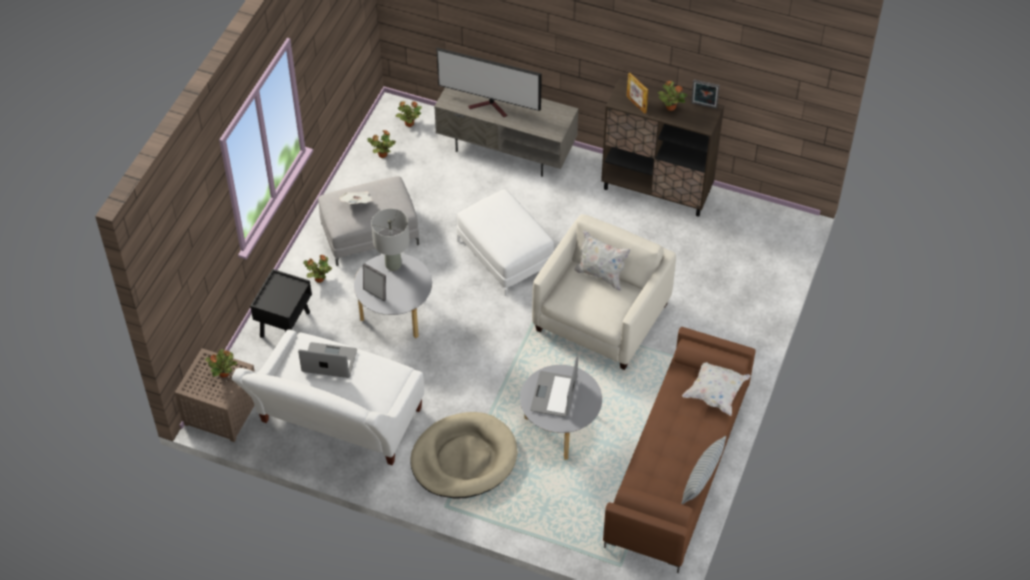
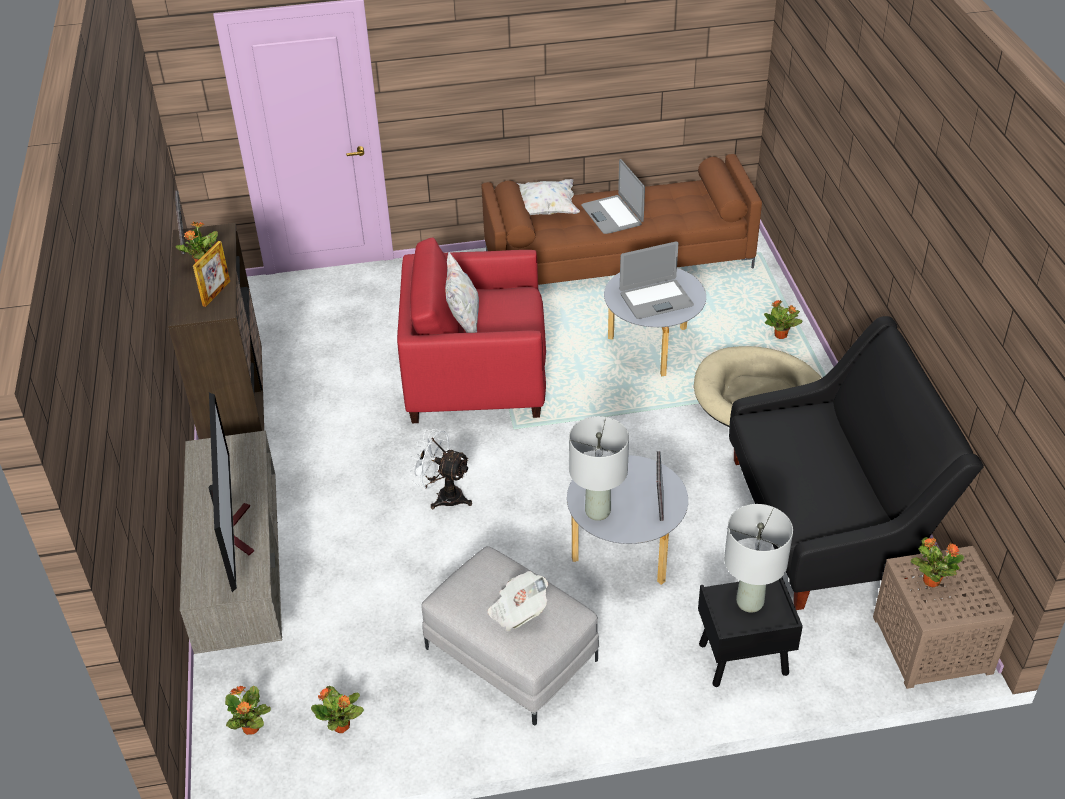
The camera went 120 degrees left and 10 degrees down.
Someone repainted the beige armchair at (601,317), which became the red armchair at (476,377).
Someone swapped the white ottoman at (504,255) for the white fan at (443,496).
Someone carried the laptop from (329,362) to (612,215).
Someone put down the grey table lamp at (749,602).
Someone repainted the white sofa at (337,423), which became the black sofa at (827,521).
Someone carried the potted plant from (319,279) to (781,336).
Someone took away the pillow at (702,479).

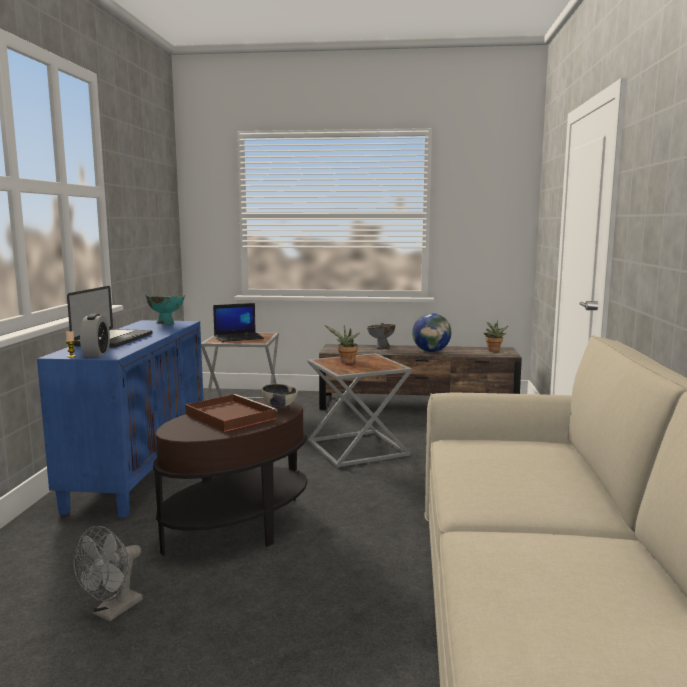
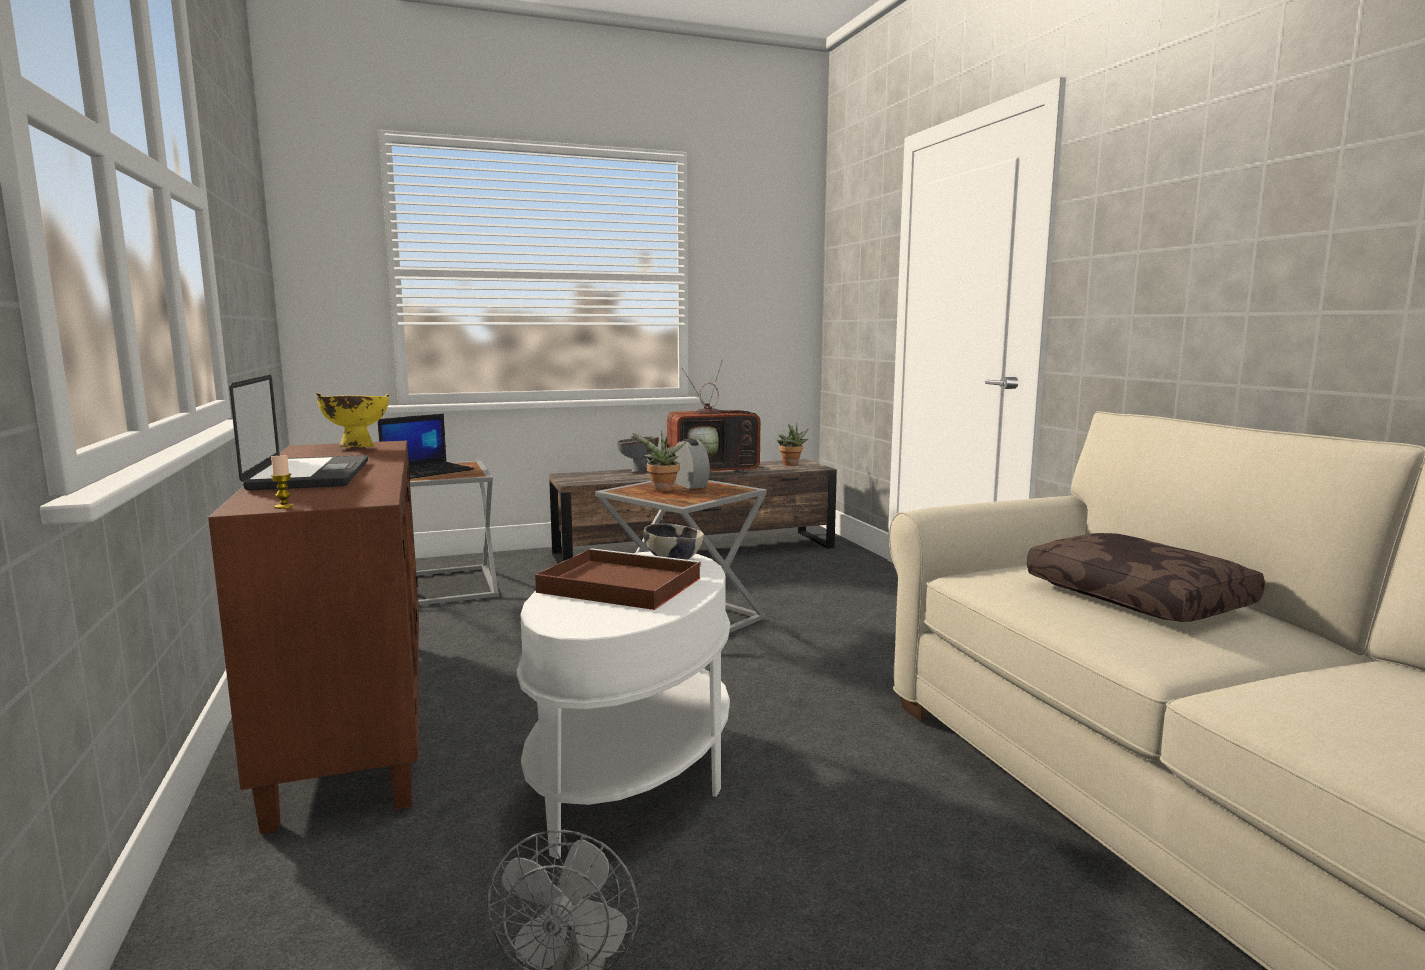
The camera went 25 degrees left and 0 degrees up.
Someone repainted the blue cabinet at (139,471), which became the brown cabinet at (352,718).
Someone repainted the turquoise bowl at (165,324), which became the yellow bowl at (356,448).
Someone repainted the brown side table at (237,527), which became the white side table at (633,777).
Someone swapped the globe at (431,351) for the television at (714,471).
Someone carried the alarm clock from (96,354) to (690,485).
Someone put down the brown pillow at (1139,597).

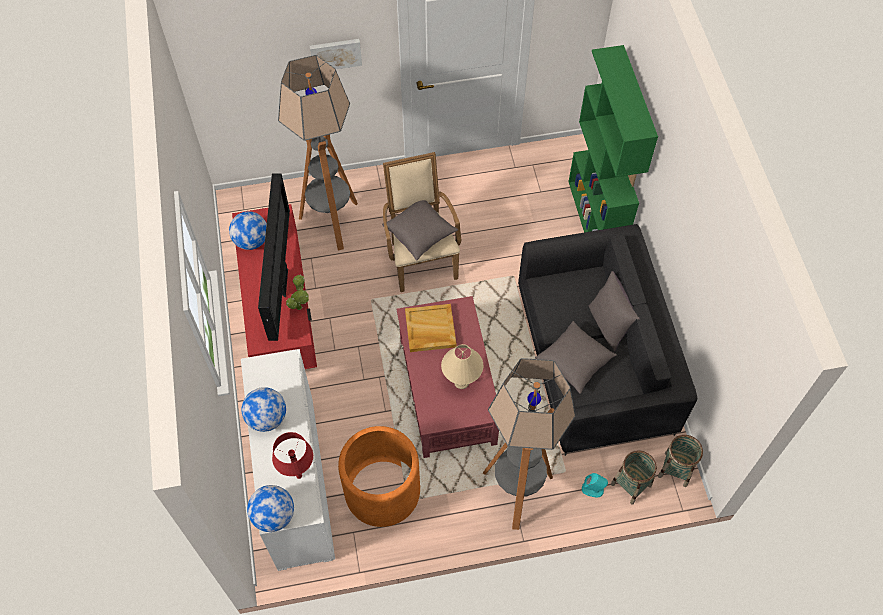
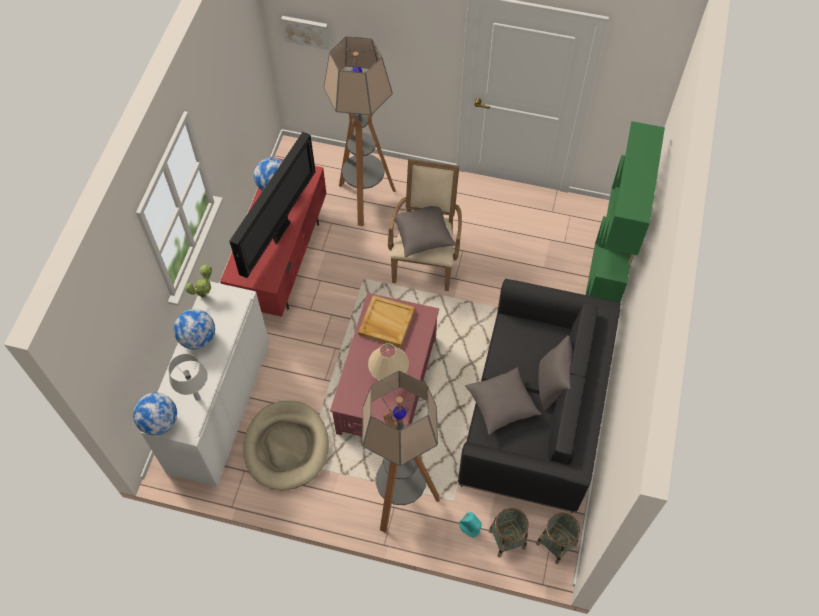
The camera went 25 degrees right and 0 degrees up.
Someone repainted the red table lamp at (299,475), which became the grey table lamp at (198,397).
Someone carried the potted plant from (299,306) to (204,294).
Someone swapped the orange planter at (382,491) for the beige dog bed at (286,446).
Someone carried the picture from (335,53) to (306,31).

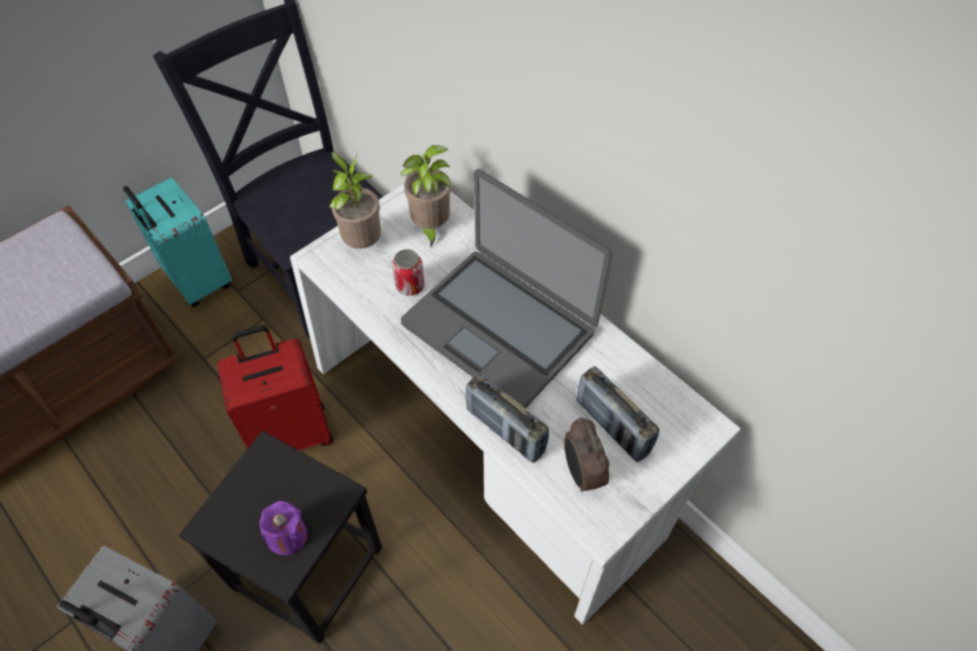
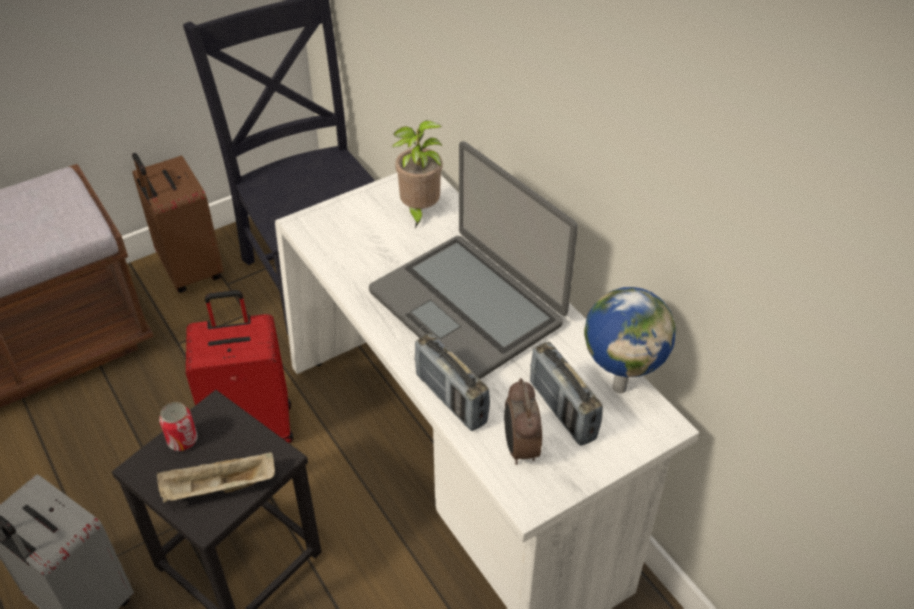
The camera went 10 degrees right and 10 degrees down.
Someone repainted the turquoise suitcase at (197,281), which became the brown suitcase at (188,270).
Someone swapped the purple candle at (288,536) for the beige tray at (218,489).
Someone carried the can from (410,286) to (182,440).
Someone put down the globe at (619,386).
Someone took away the potted plant at (362,242).

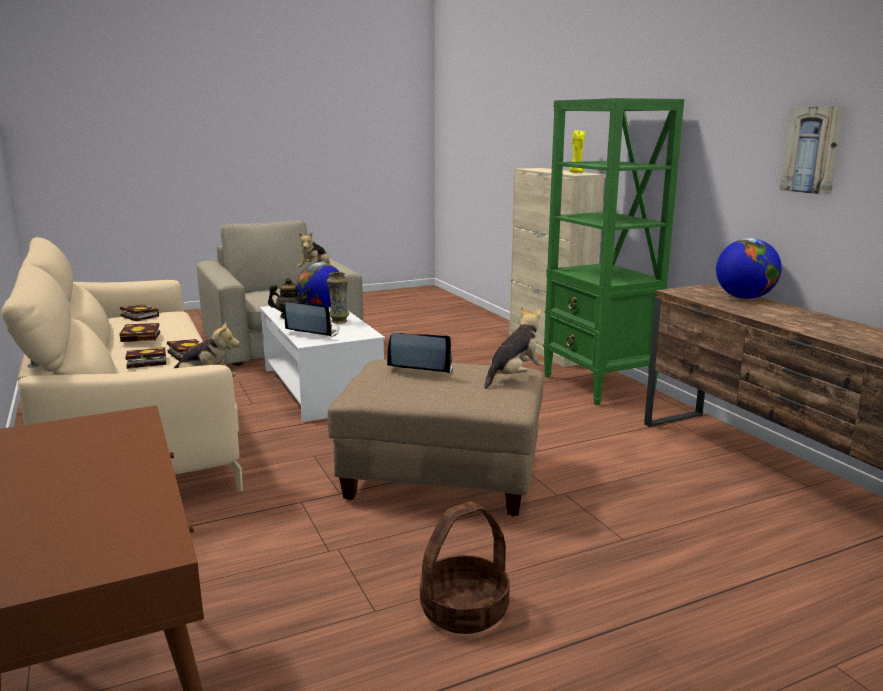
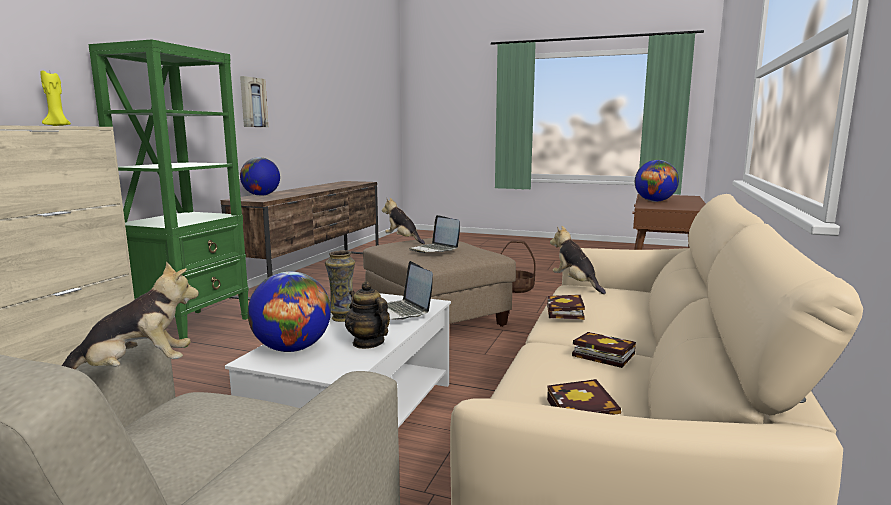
The camera went 135 degrees left and 5 degrees down.
Someone rotated the plush toy at (514,377) by 45 degrees clockwise.
Someone put down the globe at (654,201).
Someone took away the book at (144,362).

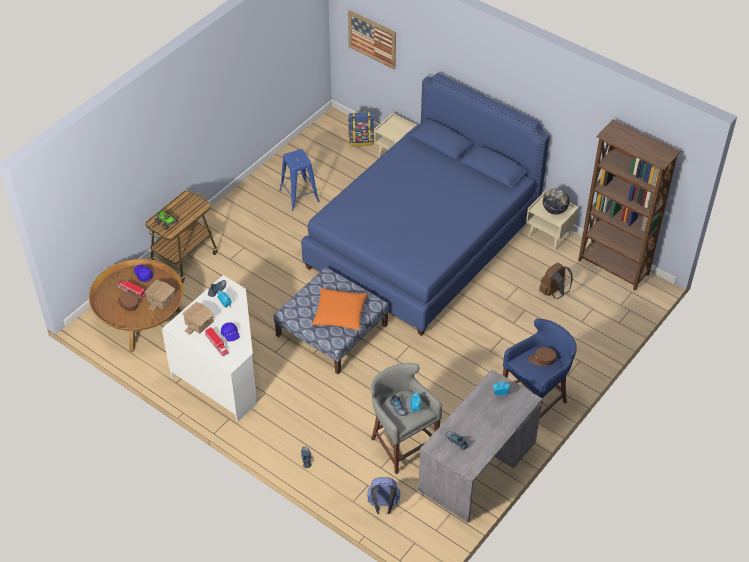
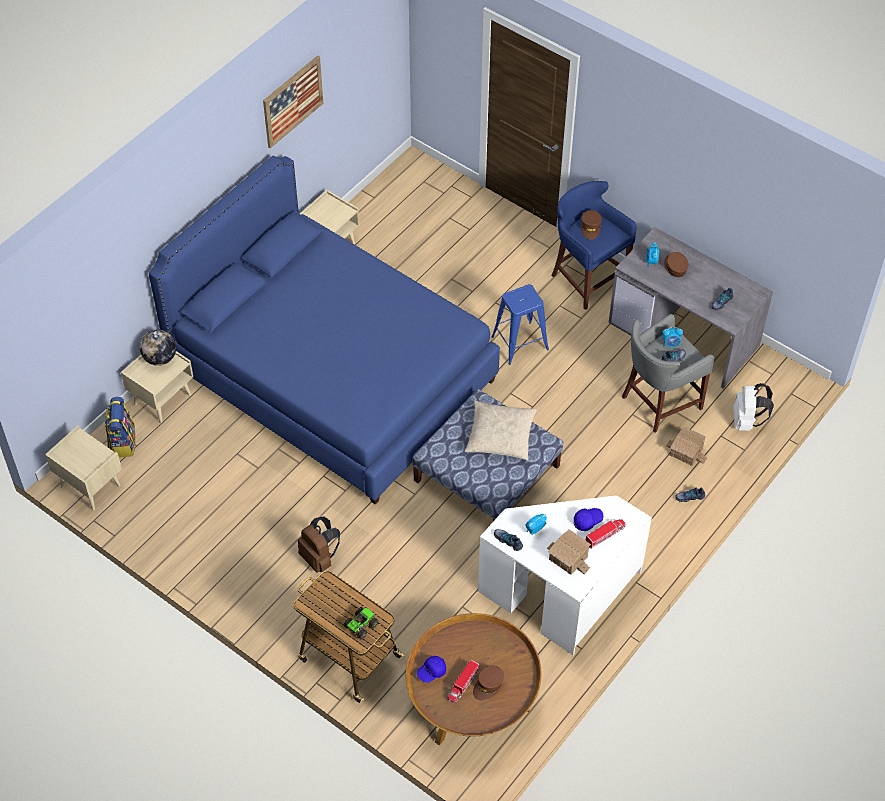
The camera went 90 degrees left and 5 degrees up.
Someone put down the beige nightstand at (90,486).
Someone carried the globe from (554,210) to (160,358).
Someone carried the picture from (372,39) to (292,101).
Someone carried the brown backpack from (554,292) to (319,558).
Someone repainted the orange pillow at (340,313), which became the beige pillow at (500,436).
Someone carried the blue stool from (299,196) to (520,343).
Someone put down the brown cap at (675,267).
Someone carried the toy house from (160,299) to (686,452).
Someone repainted the blue backpack at (383,506), which became the white backpack at (747,421).
Someone took away the brown bookcase at (613,268).

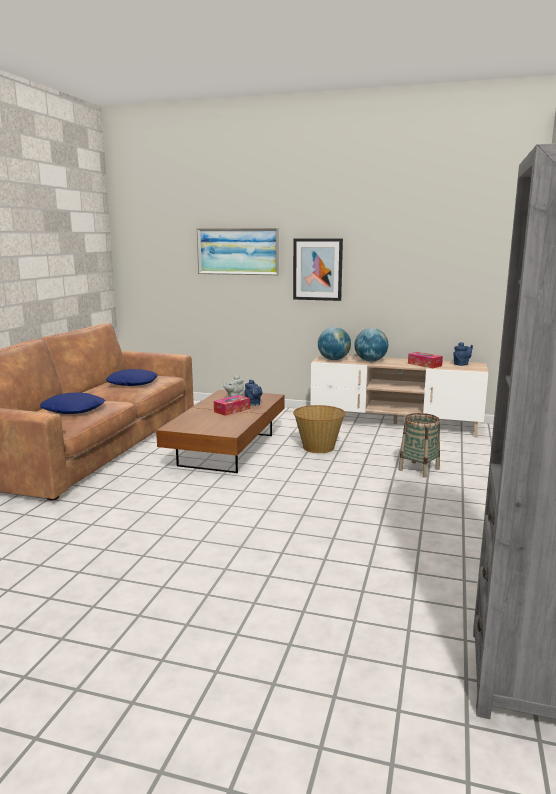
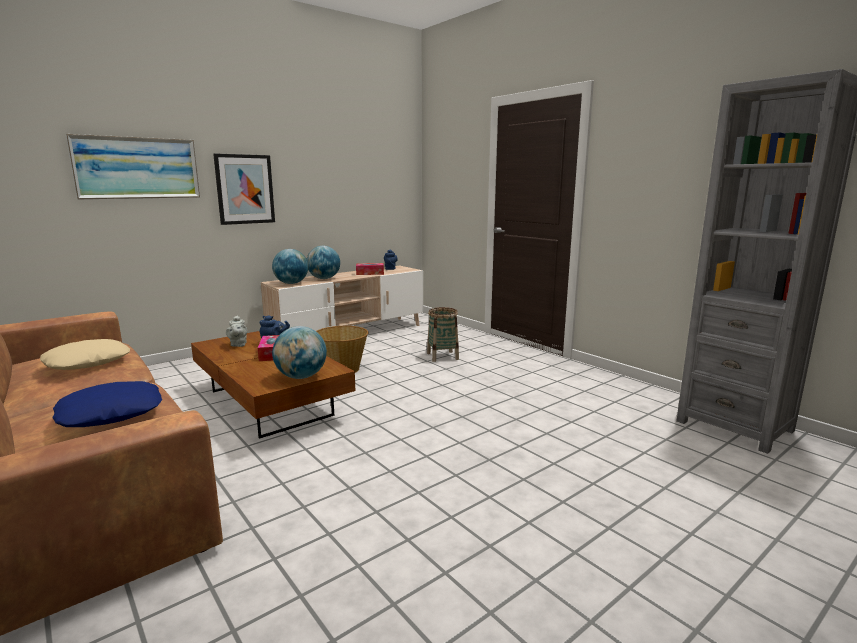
The camera went 55 degrees left and 0 degrees up.
Someone repainted the blue pillow at (132,383), which became the beige pillow at (87,362).
Someone put down the globe at (301,377).

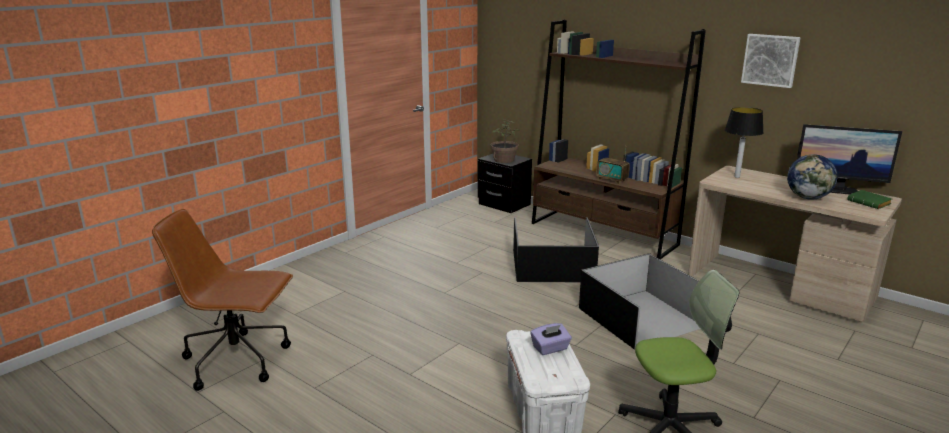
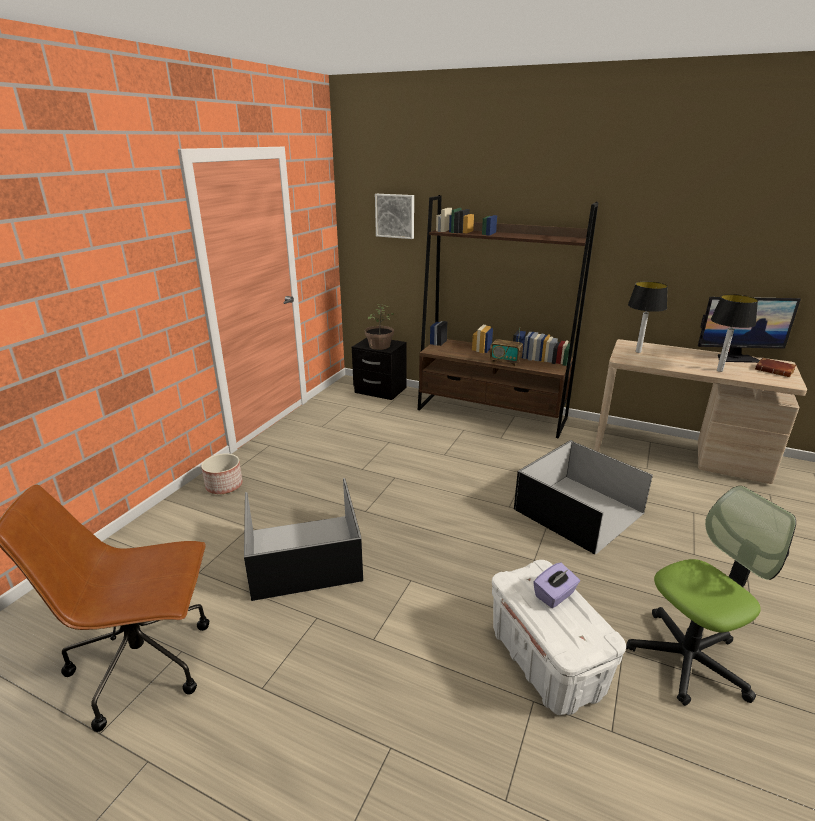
The camera went 15 degrees left and 5 degrees up.
Someone put down the planter at (224,486).
Someone carried the black storage box from (554,265) to (305,554).
Someone carried the picture from (770,60) to (395,216).
Someone swapped the globe at (808,198) for the table lamp at (720,370).
Someone repainted the green book at (870,203), which became the brown book at (775,370).

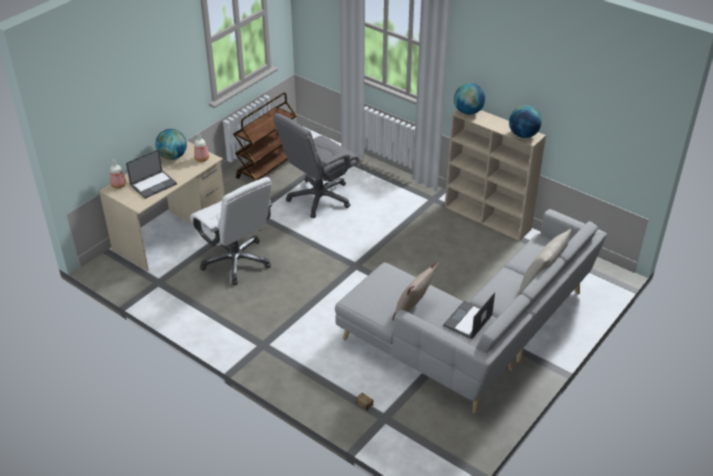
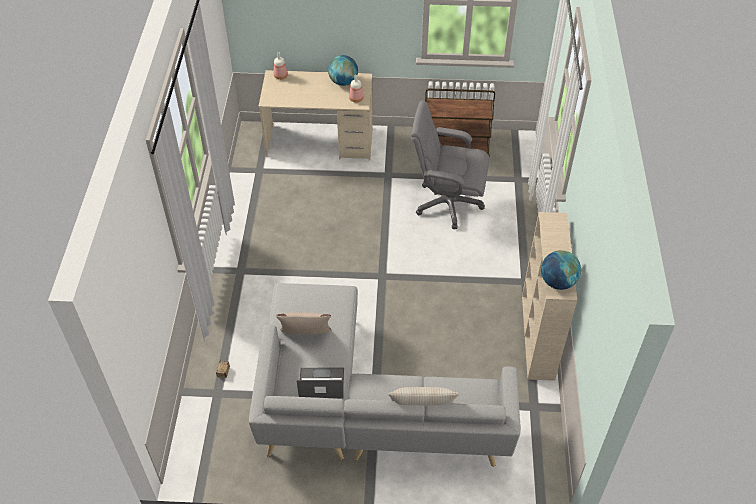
The camera went 55 degrees right and 10 degrees up.
Someone took away the laptop at (154,184).
Someone took away the white office chair at (236,261).
Someone took away the globe at (468,112).

